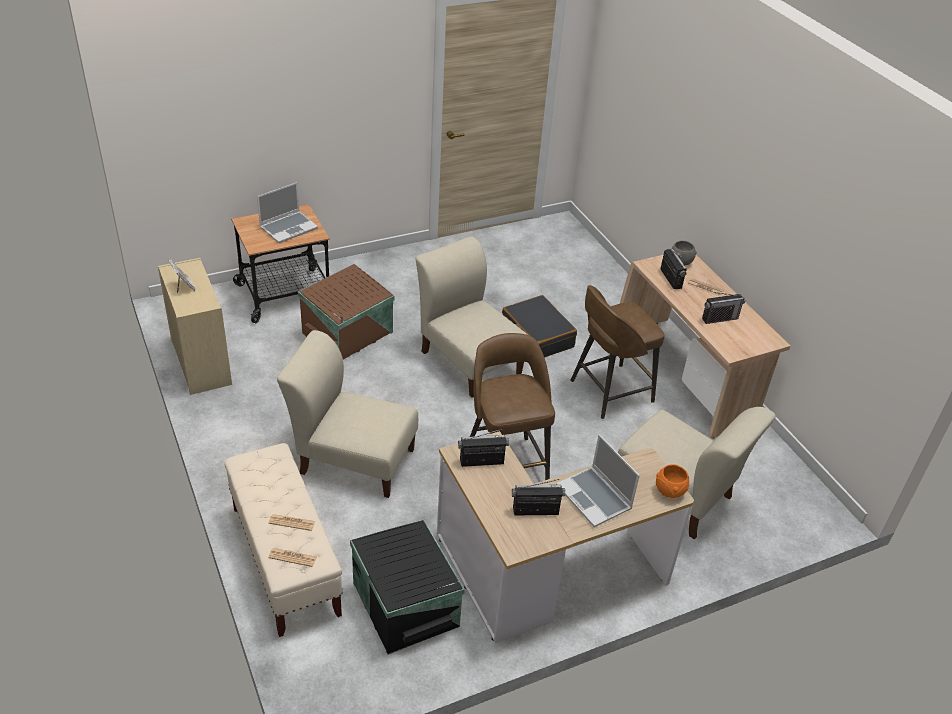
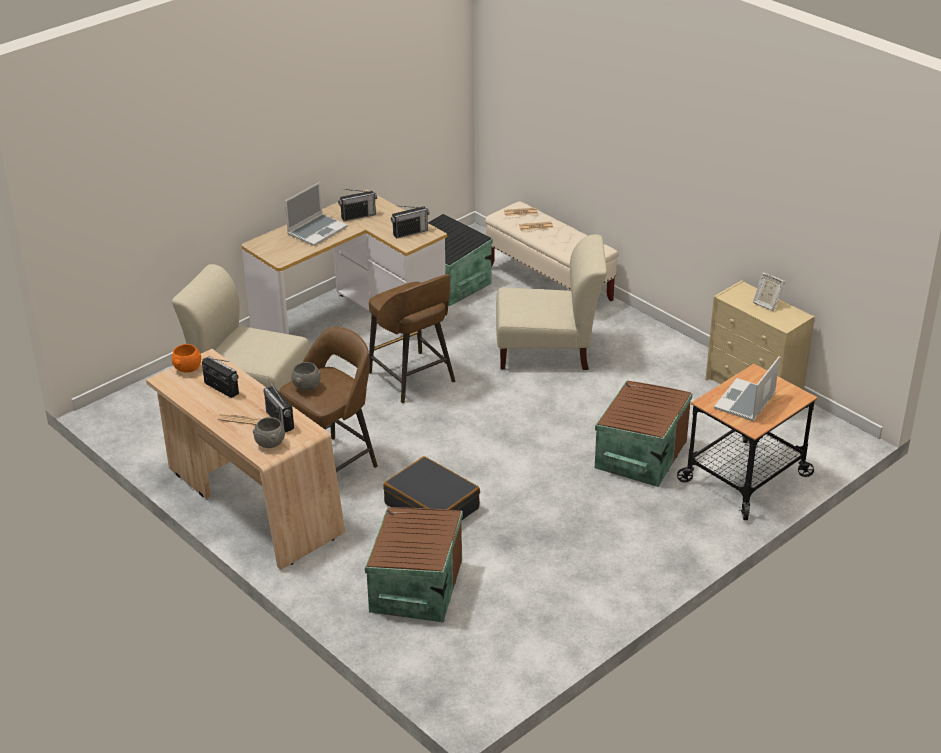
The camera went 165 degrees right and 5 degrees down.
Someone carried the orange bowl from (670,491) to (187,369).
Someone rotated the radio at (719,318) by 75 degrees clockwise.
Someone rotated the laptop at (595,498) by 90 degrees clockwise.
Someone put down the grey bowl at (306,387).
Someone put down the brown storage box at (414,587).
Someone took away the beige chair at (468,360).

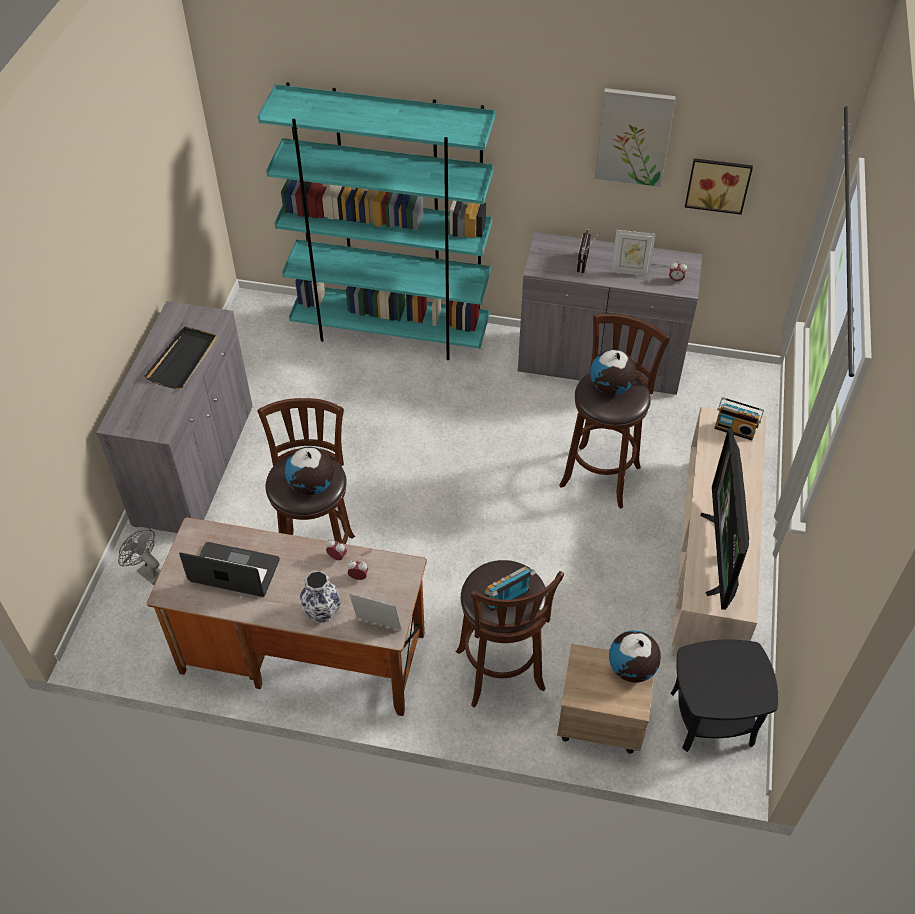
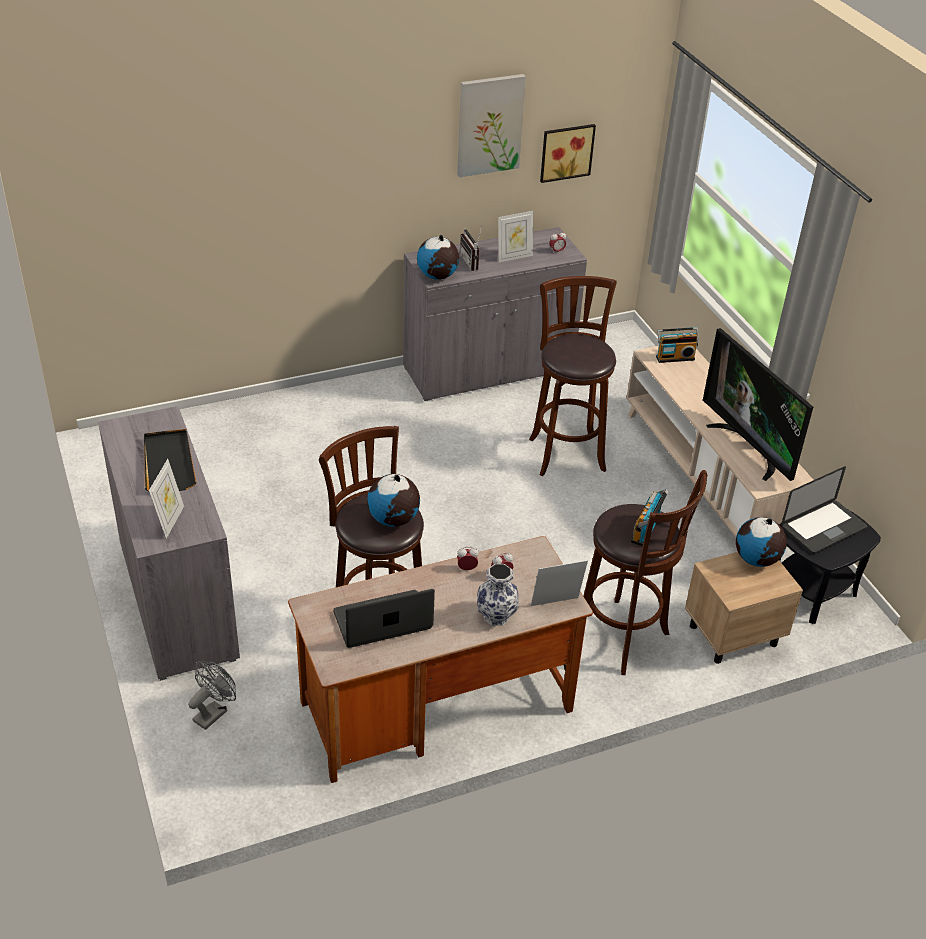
The camera went 35 degrees left and 10 degrees down.
Someone put down the picture frame at (170,521).
Someone rotated the grey fan at (147,571) by 120 degrees clockwise.
Someone carried the globe from (610,388) to (437,276).
Someone put down the laptop at (823,528).
Someone took away the turquoise bookcase at (391,332).

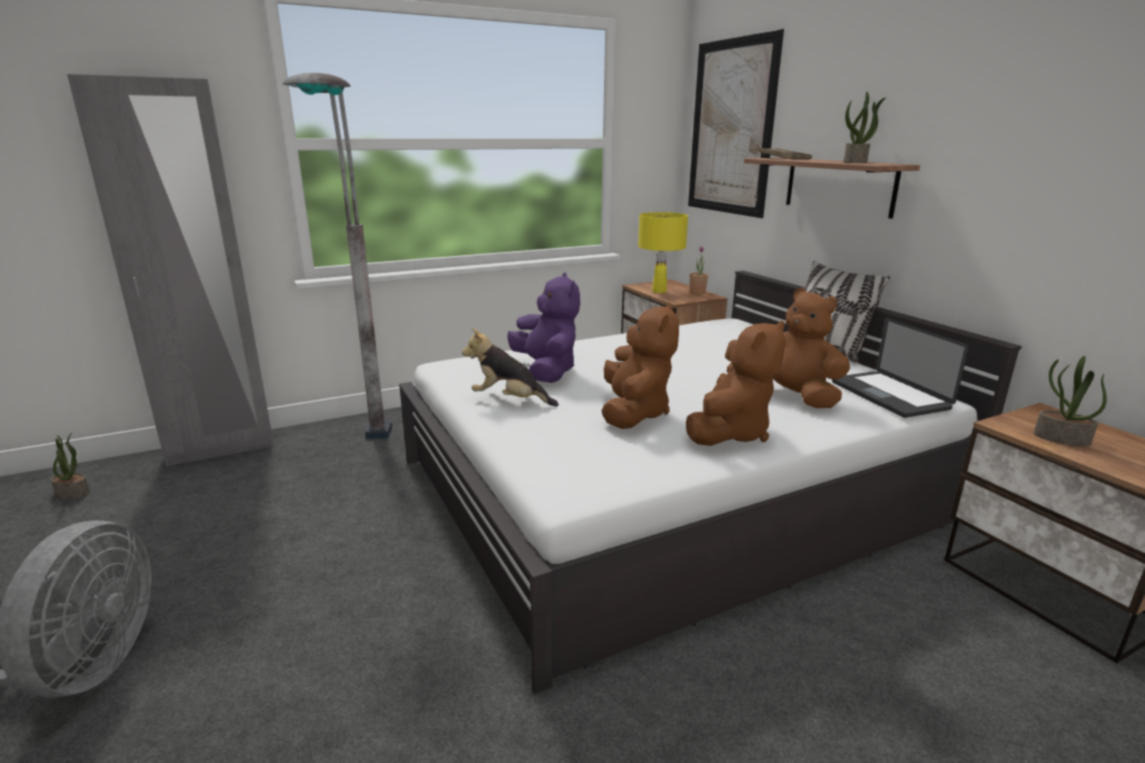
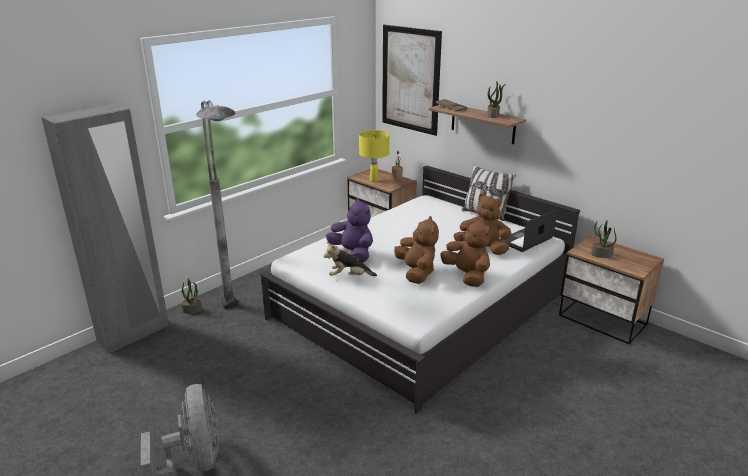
The camera went 20 degrees left and 5 degrees up.
Someone carried the potted plant from (73,492) to (192,310).
Someone rotated the brown plush toy at (730,433) by 45 degrees counterclockwise.
Someone rotated the laptop at (889,395) by 90 degrees clockwise.

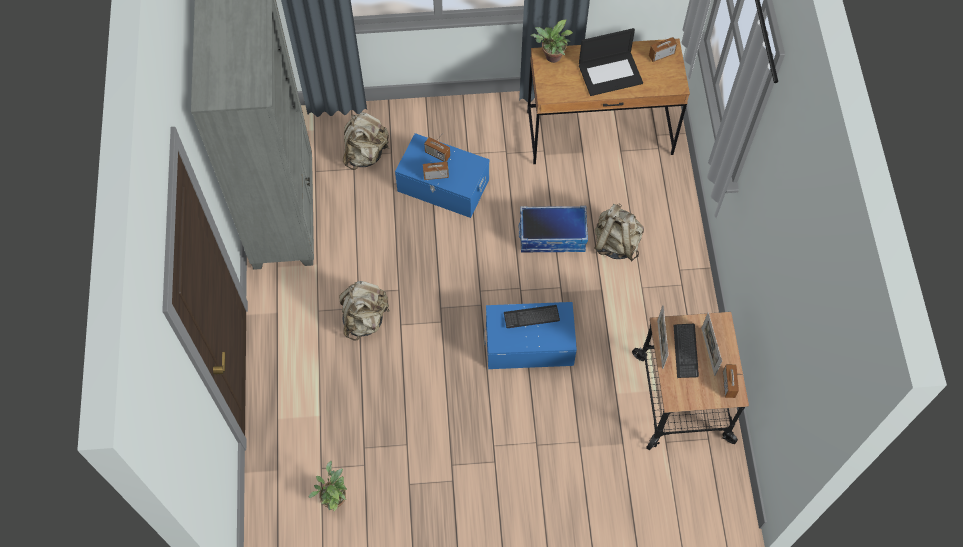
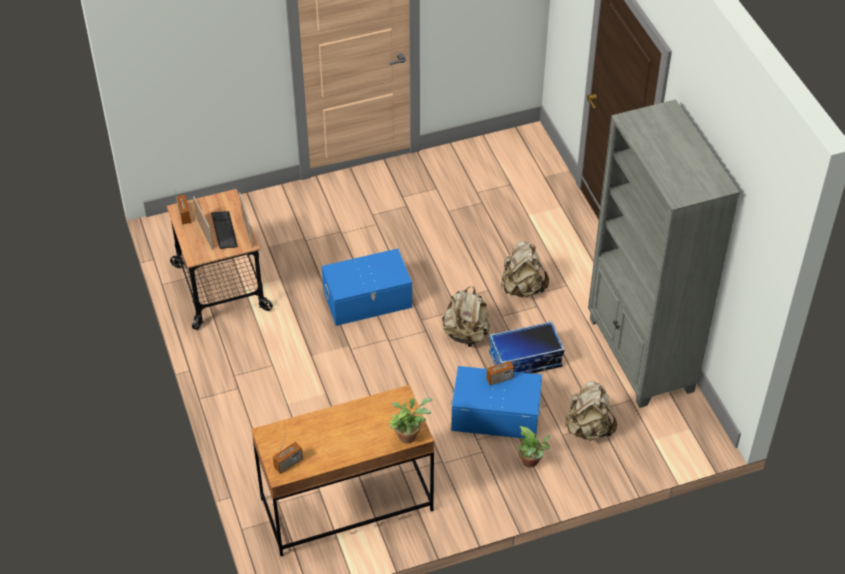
The camera went 165 degrees right and 15 degrees down.
Someone carried the beige backpack from (616,243) to (466,334).
Someone carried the storage box from (552,235) to (525,361).
Someone carried the potted plant from (333,497) to (532,462).
Someone took away the radio at (437,154).
Someone took away the keyboard at (531,317).
Someone took away the laptop at (610,73).

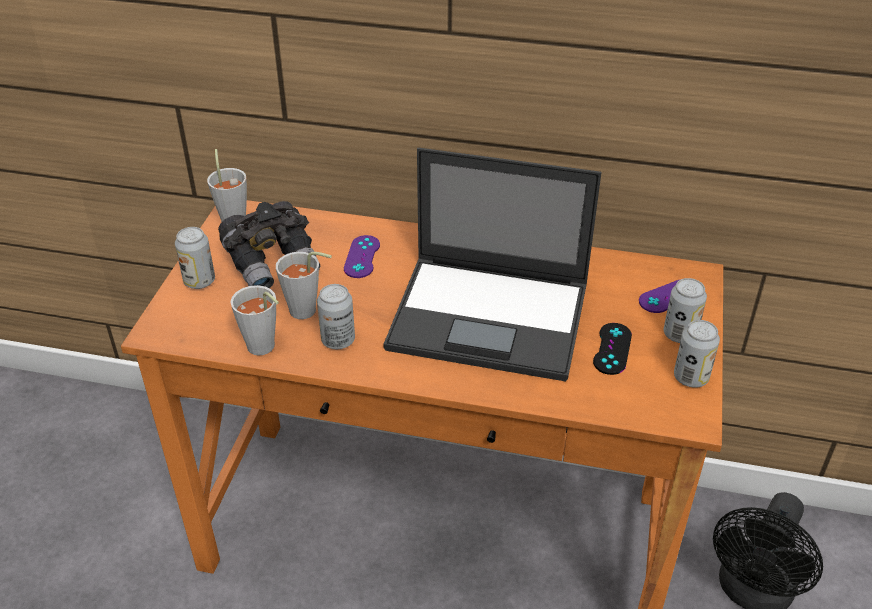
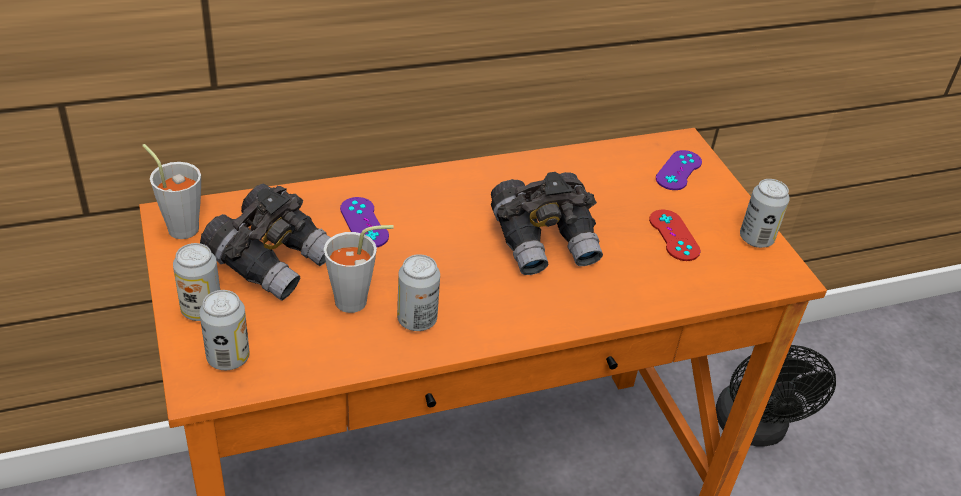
The camera went 35 degrees left and 0 degrees up.
Someone carried the can from (679,334) to (228,358).
Someone swapped the laptop at (491,317) for the grey binoculars at (545,242).
Someone repainted the black game controller at (612,349), which became the red game controller at (674,235).
Someone took away the grey cup at (264,349).

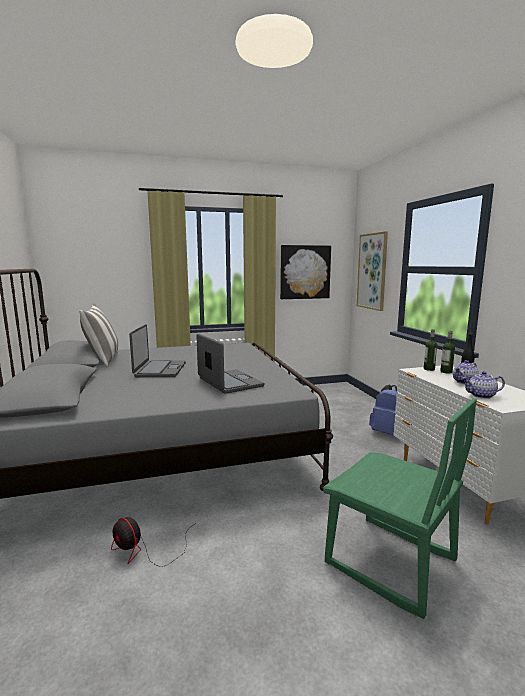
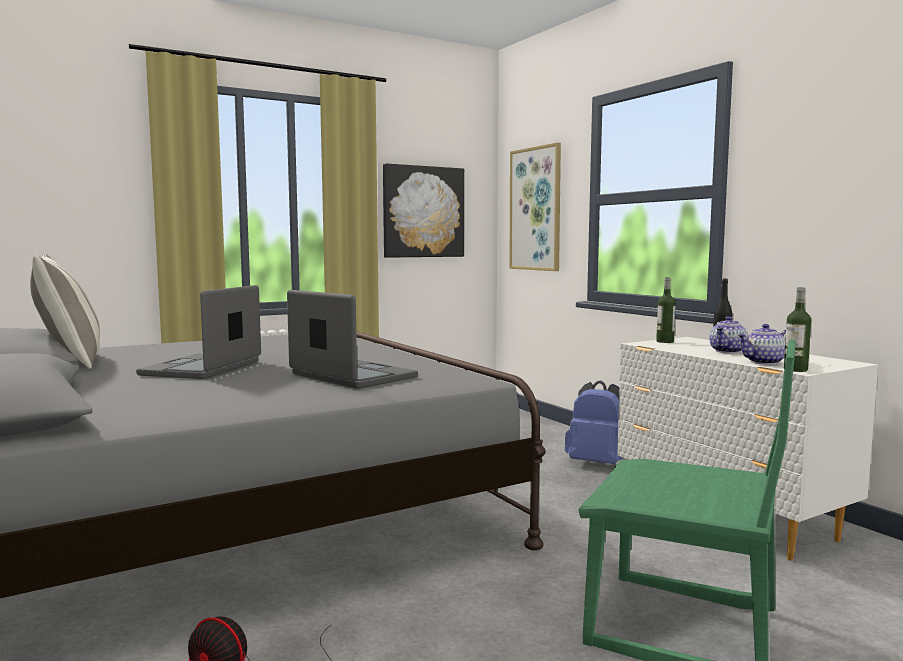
The camera went 15 degrees left and 5 degrees down.
Someone rotated the laptop at (160,370) by 150 degrees counterclockwise.
Someone carried the bottle from (446,372) to (795,370).

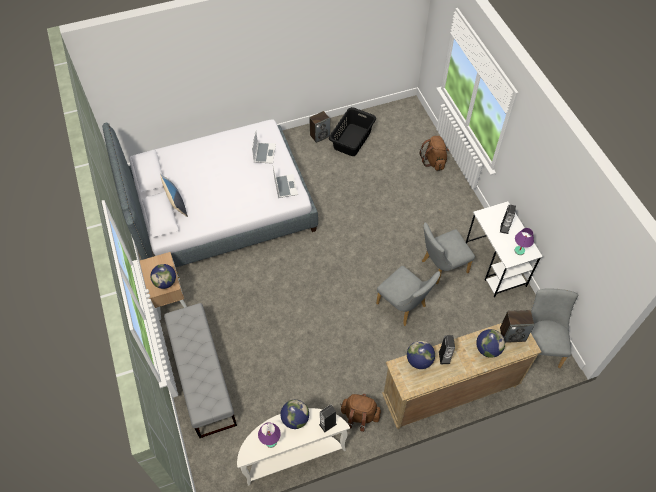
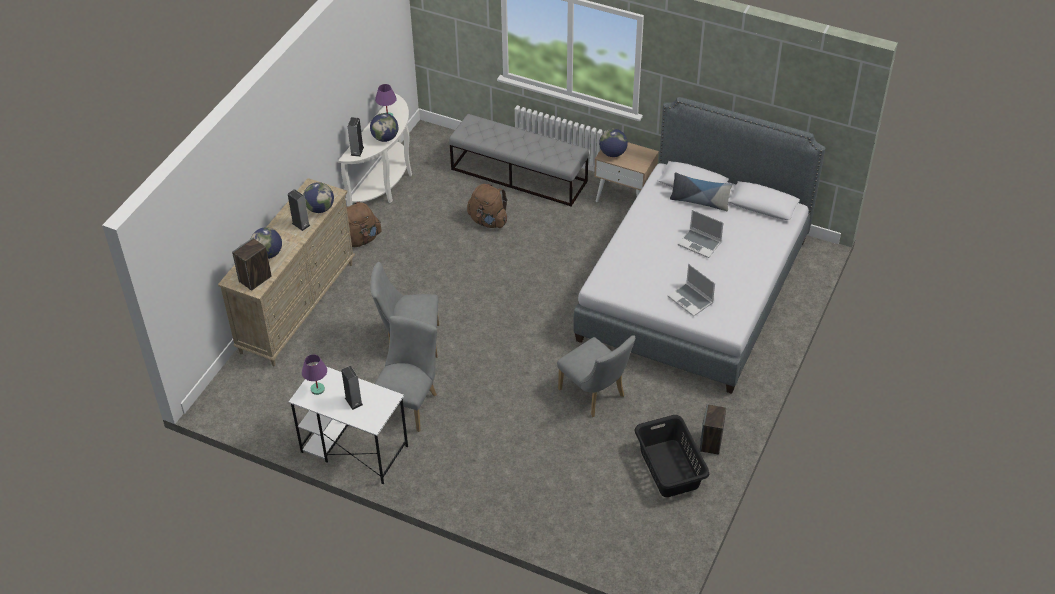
The camera went 135 degrees right and 10 degrees down.
Someone carried the brown backpack from (434,161) to (488,221).
Someone carried the grey chair from (539,345) to (595,395).
Someone carried the laptop from (285,186) to (700,244).

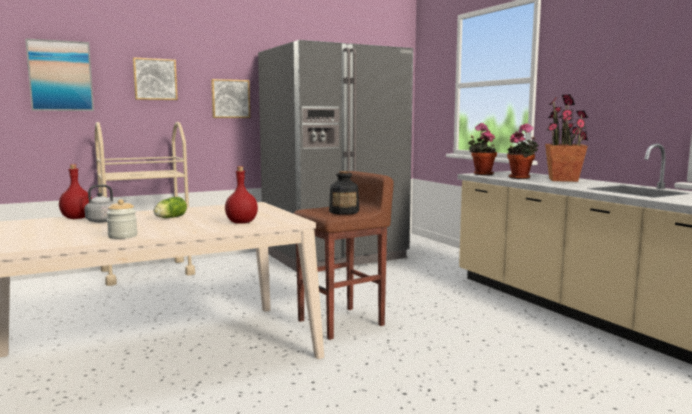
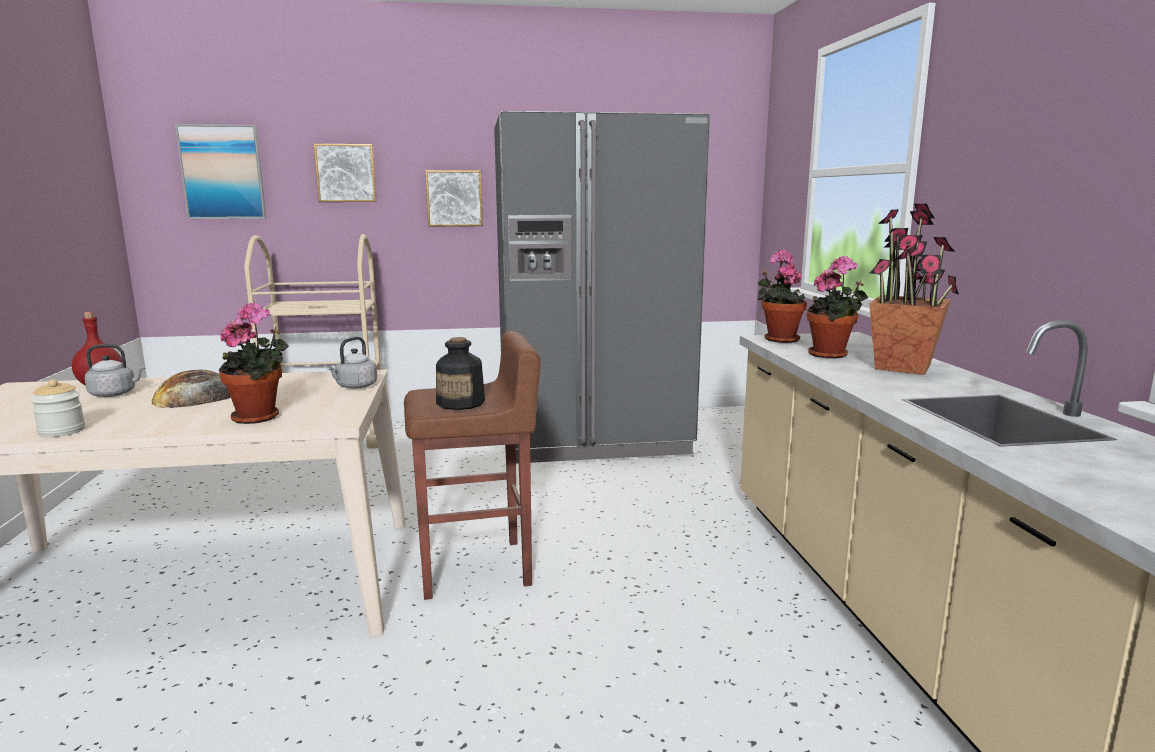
The camera went 20 degrees right and 5 degrees up.
Someone swapped the lettuce at (169,218) for the bread at (197,396).
Someone swapped the red bottle at (242,222) for the potted plant at (260,417).
Someone put down the grey kettle at (355,386).

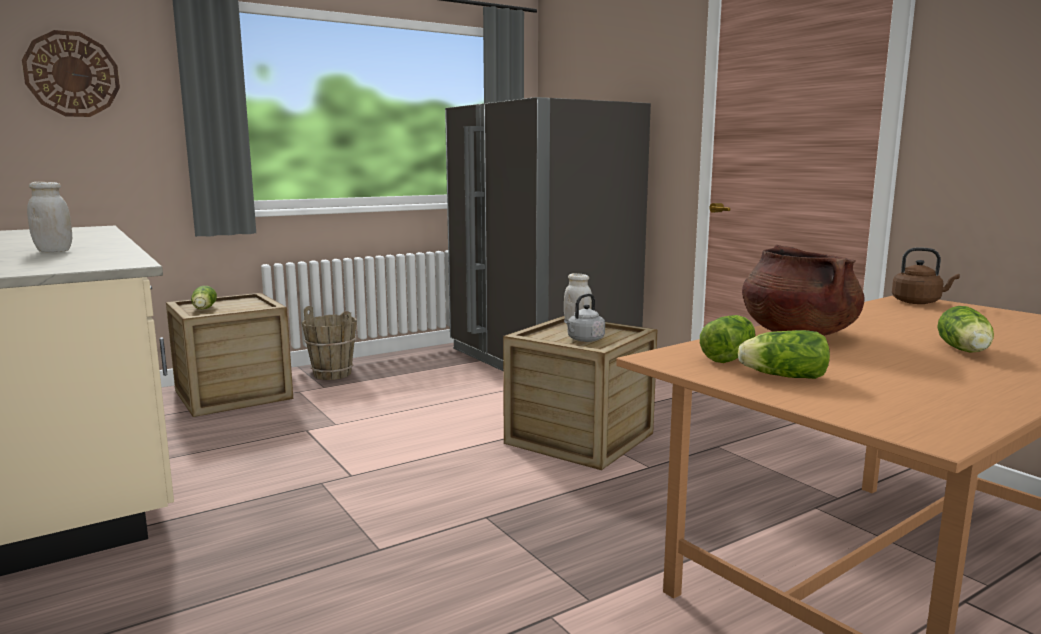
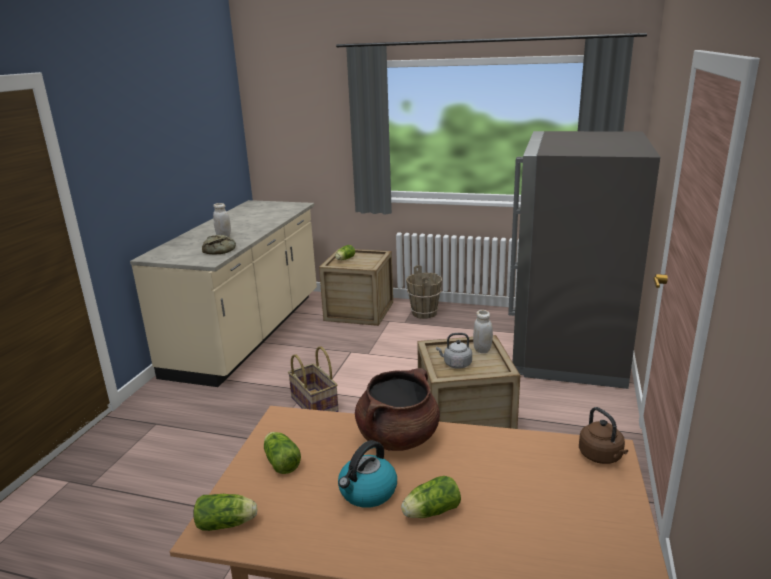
The camera went 50 degrees right and 10 degrees up.
Someone carried the lettuce from (730,356) to (228,524).
Someone put down the bread at (221,249).
Someone put down the basket at (315,404).
Someone put down the kettle at (367,492).
Someone took away the wall clock at (72,74).

